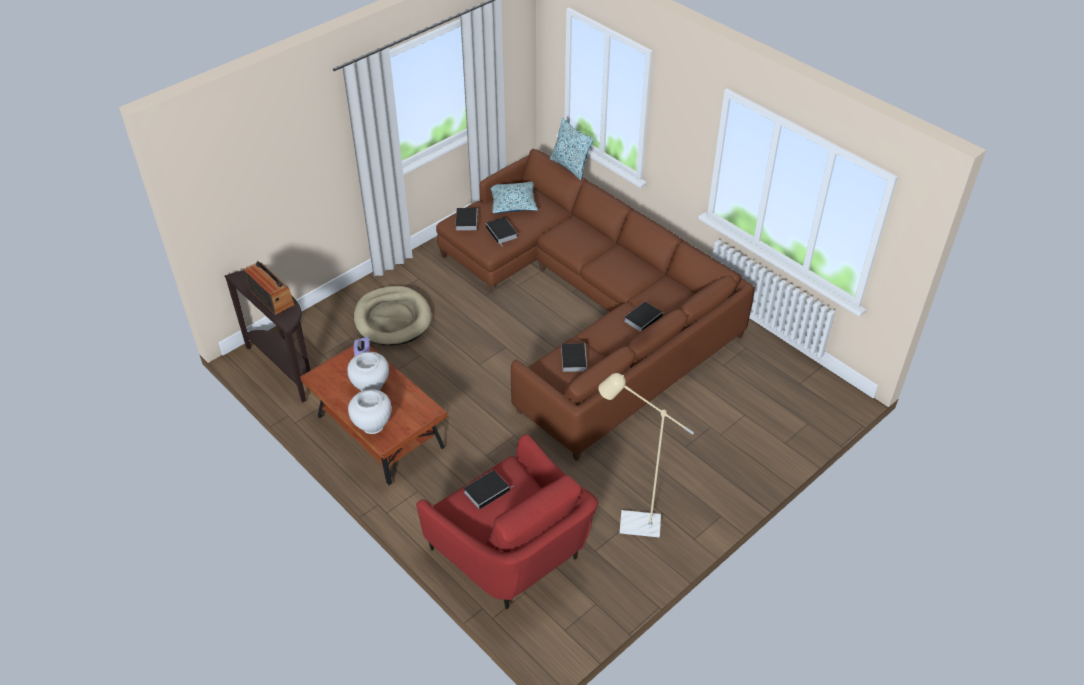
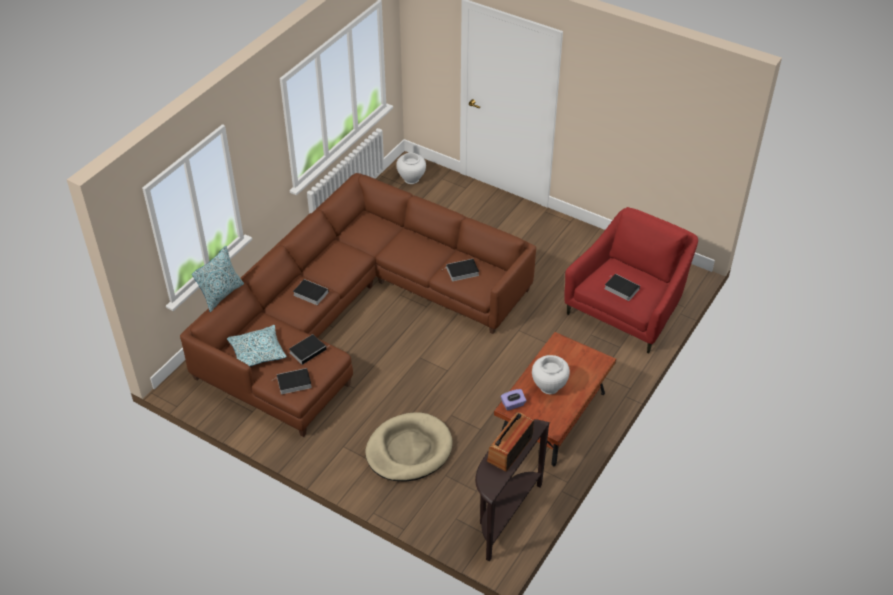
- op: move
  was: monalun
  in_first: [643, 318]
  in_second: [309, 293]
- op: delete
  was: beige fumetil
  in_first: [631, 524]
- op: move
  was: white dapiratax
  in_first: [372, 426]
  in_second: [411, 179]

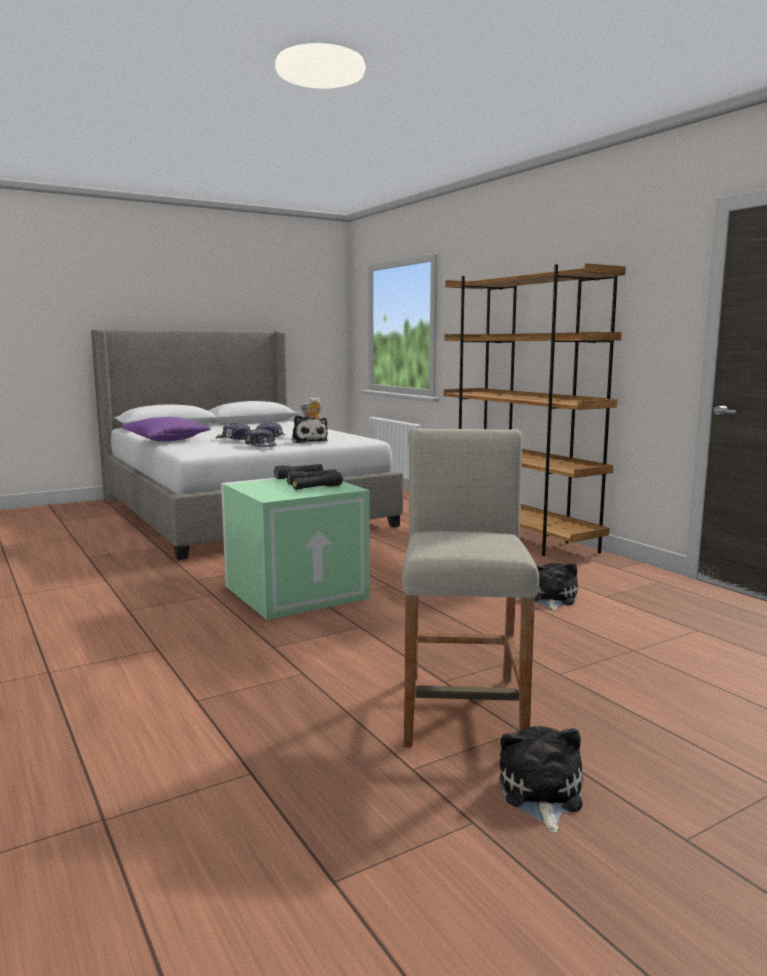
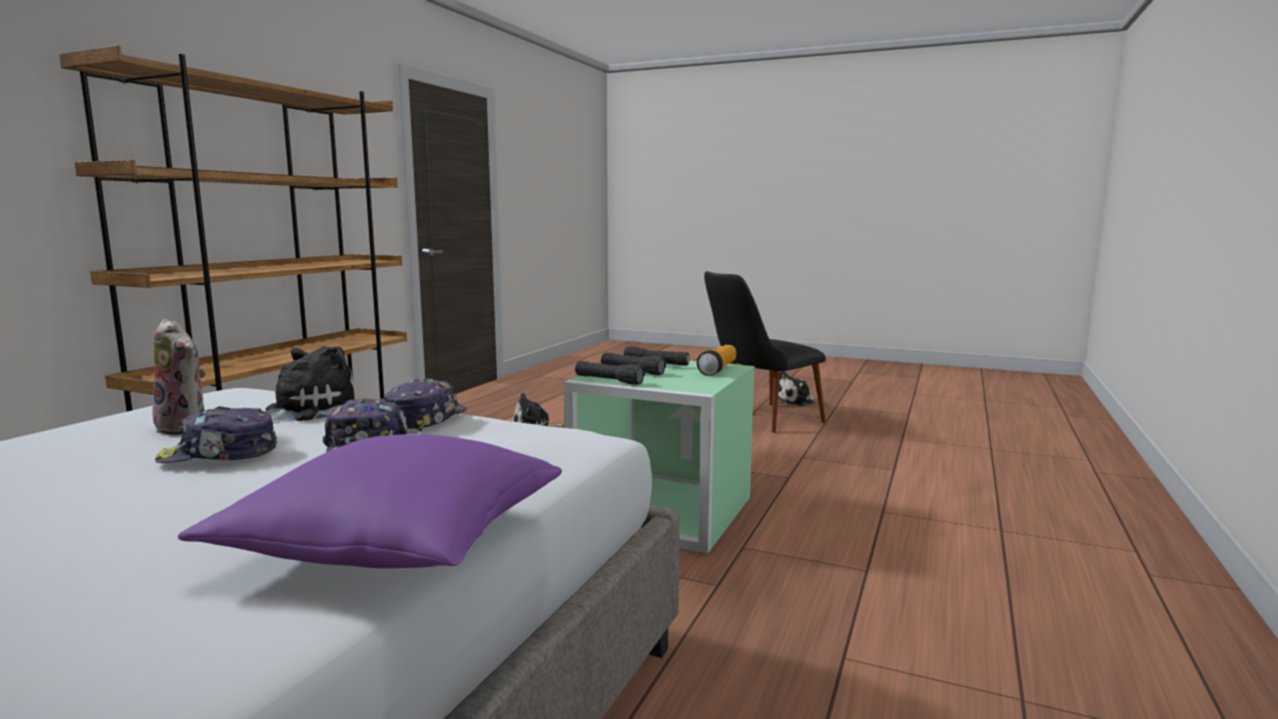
- op: replace
  was: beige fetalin
  now: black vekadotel
  in_first: [463, 710]
  in_second: [758, 420]
- op: insert
  now: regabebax
  in_second: [718, 370]

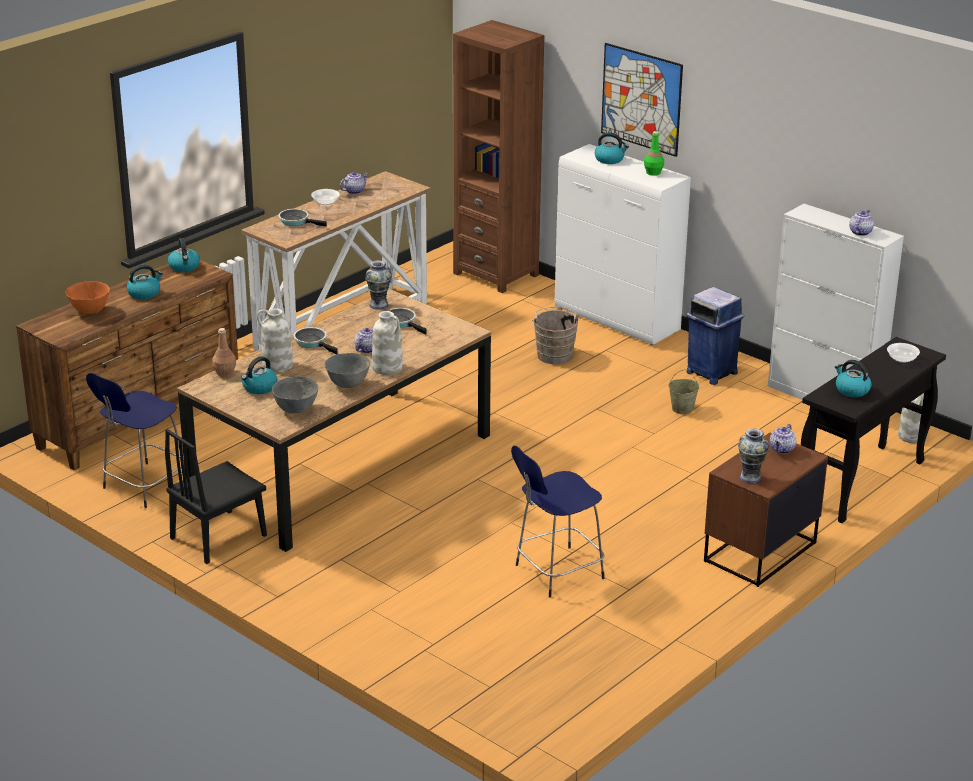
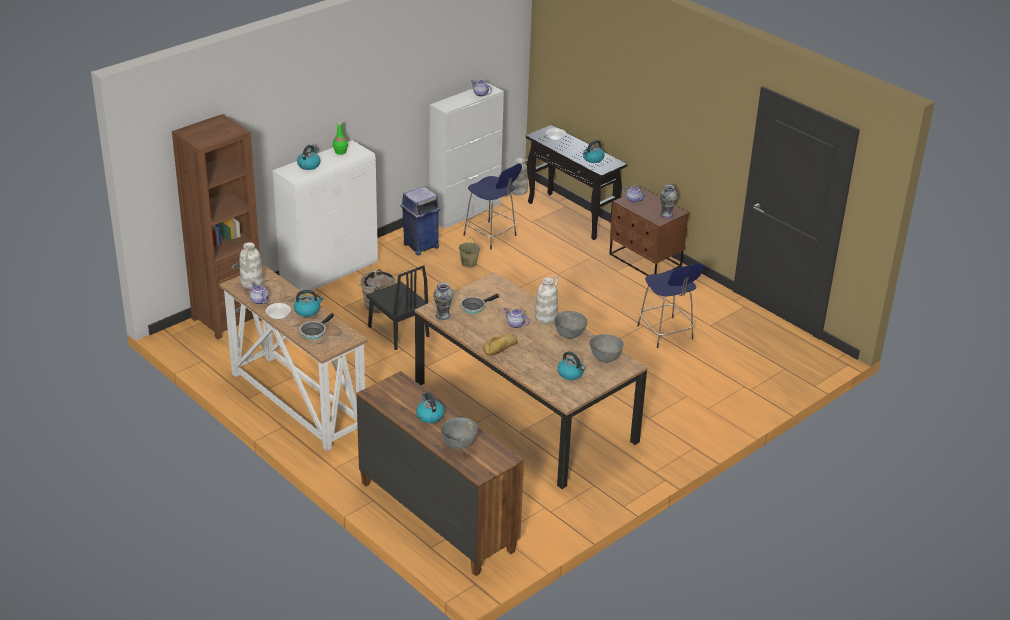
- op: delete
  was: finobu
  in_first: [641, 99]
- op: move
  was: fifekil
  in_first: [184, 267]
  in_second: [307, 311]
- op: recolor
  was: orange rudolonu
  now: grey rudolonu
  in_first: [90, 311]
  in_second: [458, 444]
- op: move
  was: white dapiratax
  in_first: [277, 365]
  in_second: [252, 283]
- op: replace
  was: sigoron
  now: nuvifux
  in_first: [312, 342]
  in_second: [500, 348]
- op: delete
  was: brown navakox
  in_first: [224, 373]
- op: move
  was: blue fetalin
  in_first: [143, 486]
  in_second: [491, 236]
- op: move
  was: black vekadotel
  in_first: [218, 536]
  in_second: [398, 331]

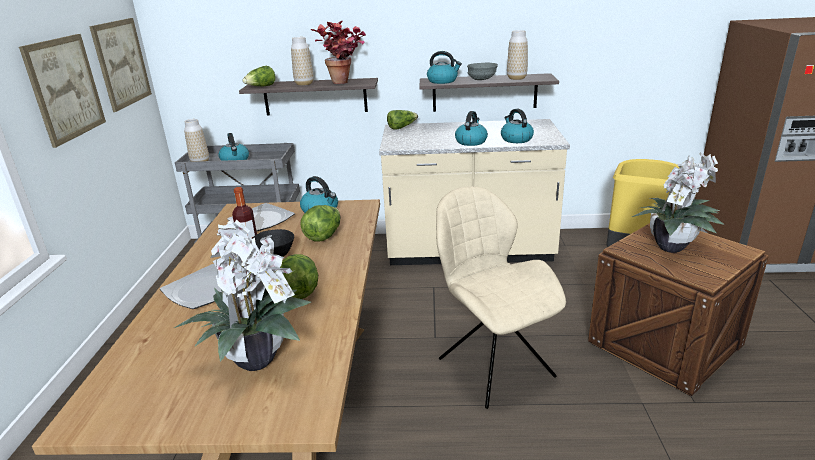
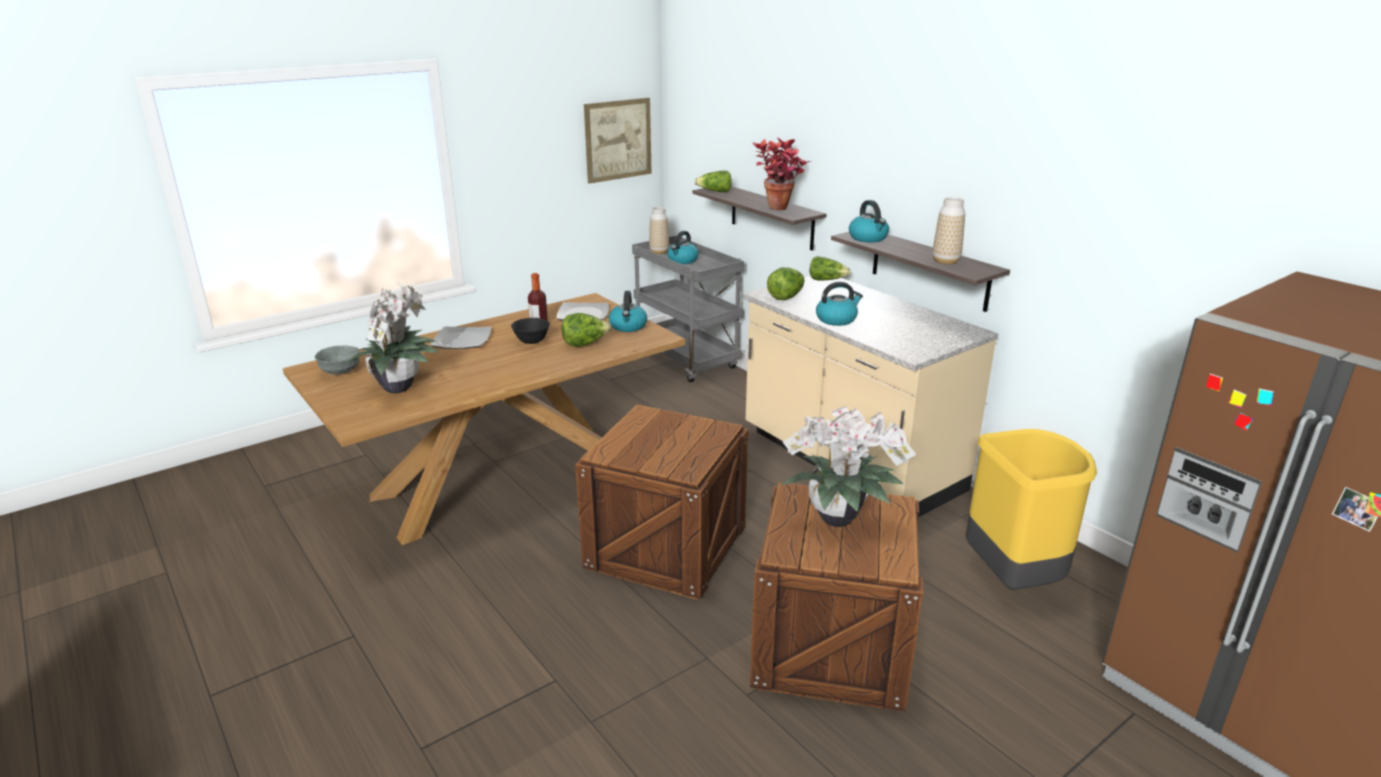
- op: delete
  was: finobu
  in_first: [65, 88]
- op: delete
  was: dapiratax
  in_first: [304, 84]
- op: move
  was: grey rudolonu
  in_first: [481, 79]
  in_second: [340, 371]
- op: delete
  was: fifekil
  in_first: [516, 139]
- op: replace
  was: beige vekadotel
  now: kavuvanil
  in_first: [493, 365]
  in_second: [666, 549]
- op: move
  was: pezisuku
  in_first: [299, 291]
  in_second: [786, 297]

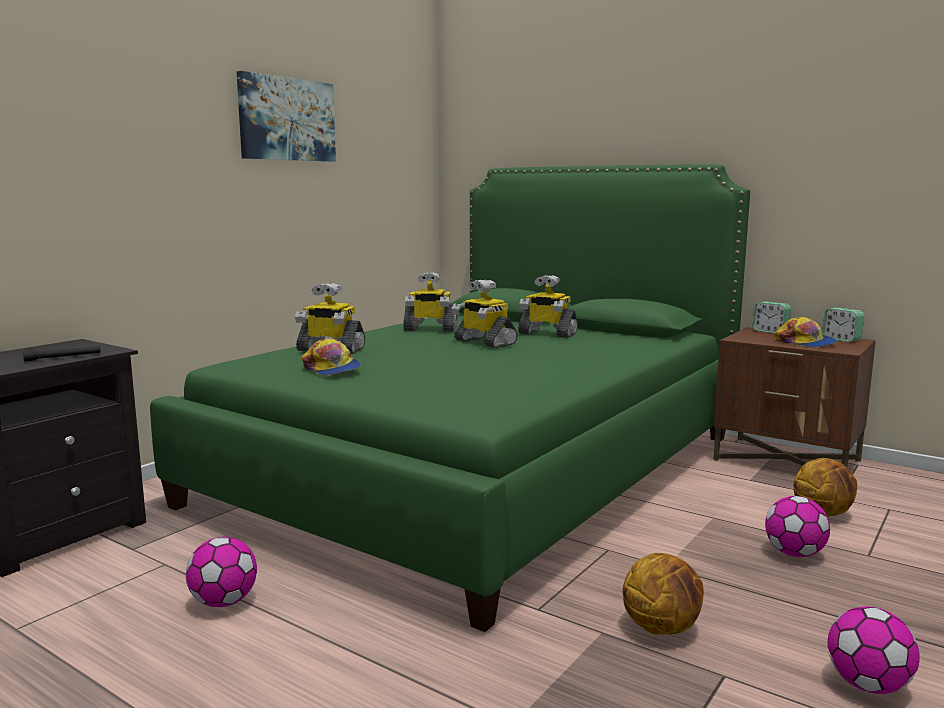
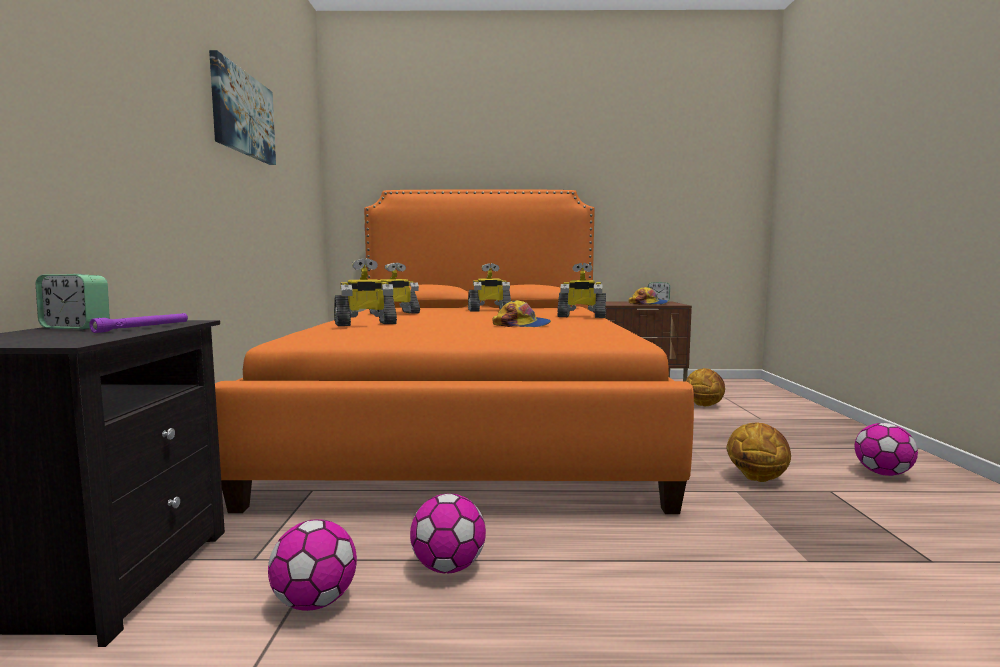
- op: recolor
  was: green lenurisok
  now: orange lenurisok
  in_first: [480, 468]
  in_second: [470, 422]
- op: move
  was: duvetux
  in_first: [484, 342]
  in_second: [581, 316]
- op: move
  was: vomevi
  in_first: [770, 331]
  in_second: [76, 327]
- op: move
  was: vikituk
  in_first: [332, 369]
  in_second: [522, 325]
- op: recolor
  was: black regabebax
  now: purple regabebax
  in_first: [63, 358]
  in_second: [143, 328]
- op: move
  was: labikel
  in_first: [794, 554]
  in_second: [315, 602]

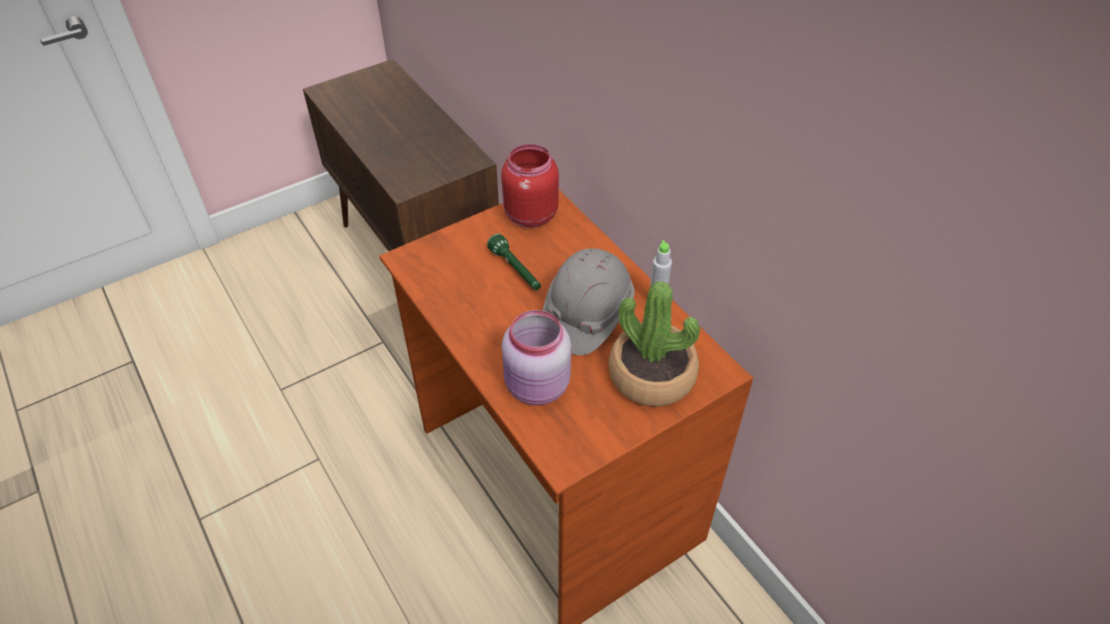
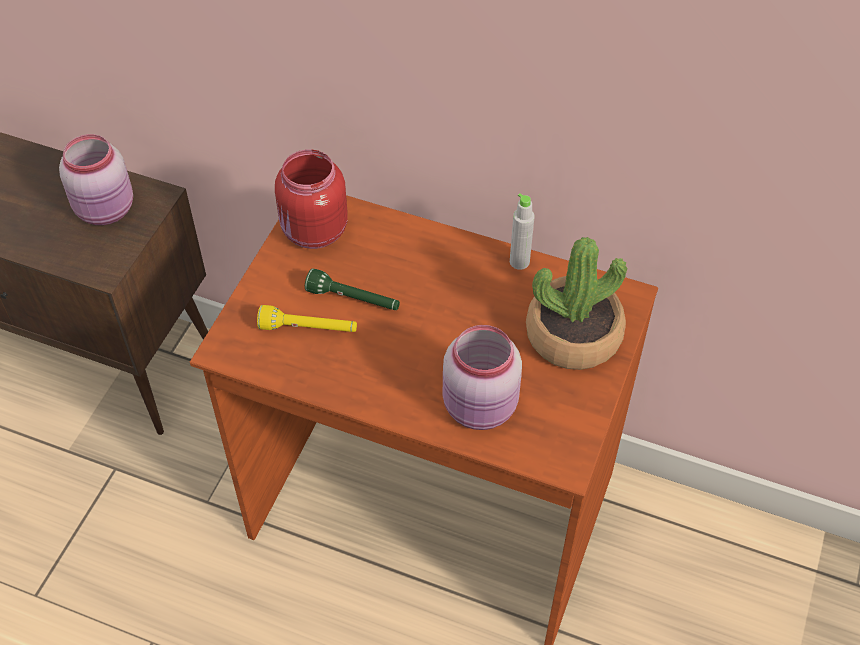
- op: delete
  was: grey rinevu
  in_first: [586, 315]
- op: insert
  now: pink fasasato
  in_second: [107, 210]
- op: insert
  now: yellow regabebax
  in_second: [308, 329]

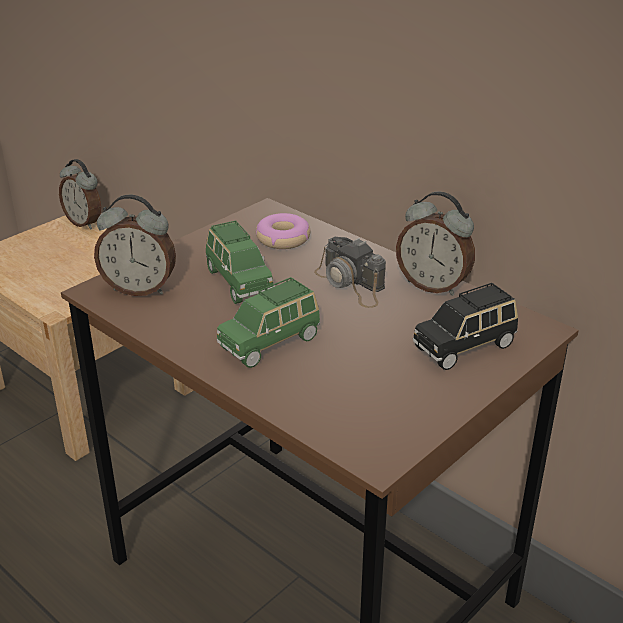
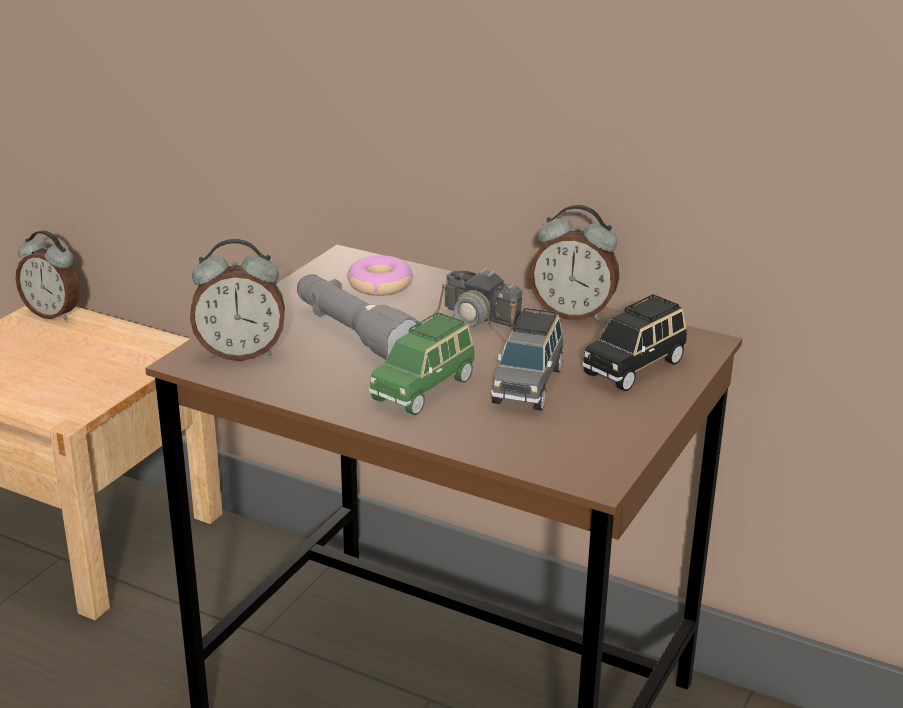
- op: replace
  was: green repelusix
  now: grey regabebax
  in_first: [239, 282]
  in_second: [353, 333]
- op: insert
  now: grey repelusix
  in_second: [528, 384]

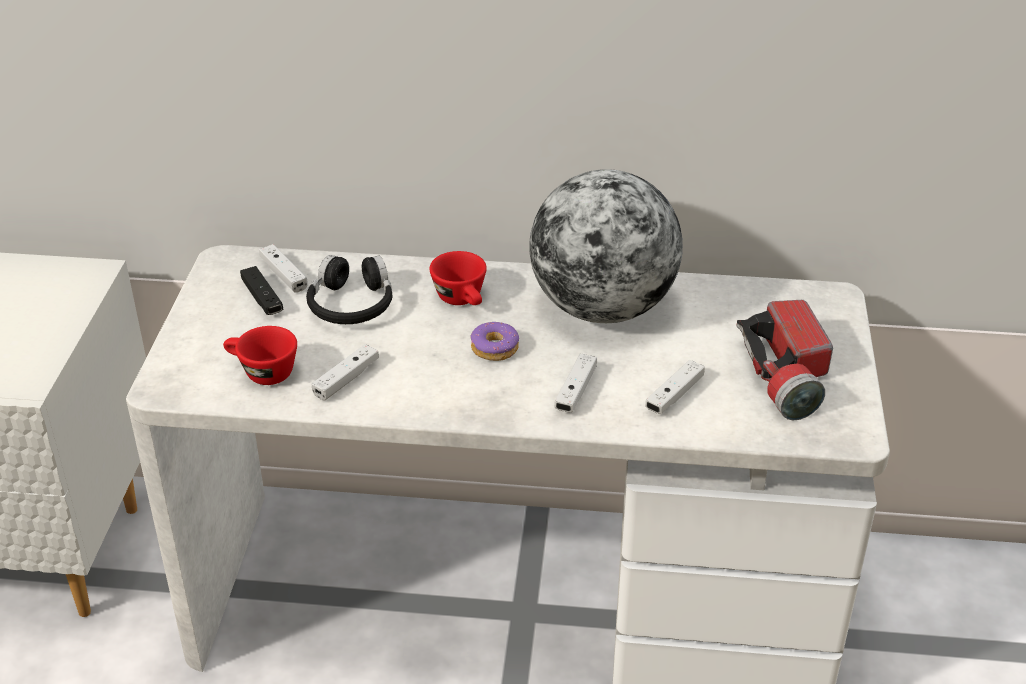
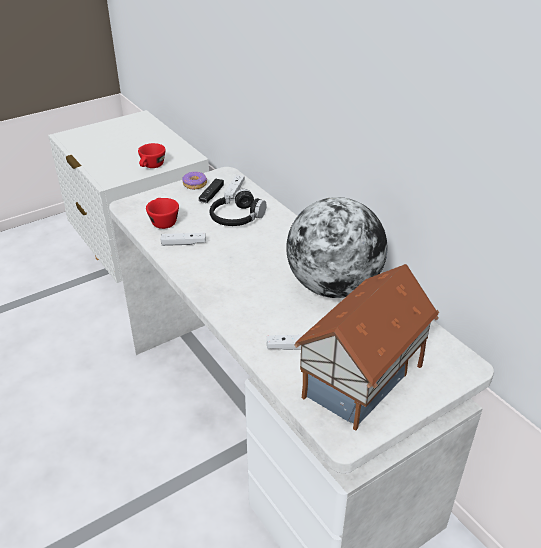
- op: move
  was: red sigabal
  in_first: [463, 300]
  in_second: [151, 166]
- op: replace
  was: regabebax
  now: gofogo
  in_first: [786, 376]
  in_second: [364, 382]
- op: move
  was: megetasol
  in_first: [495, 348]
  in_second: [195, 184]
- op: delete
  was: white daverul
  in_first: [575, 391]

